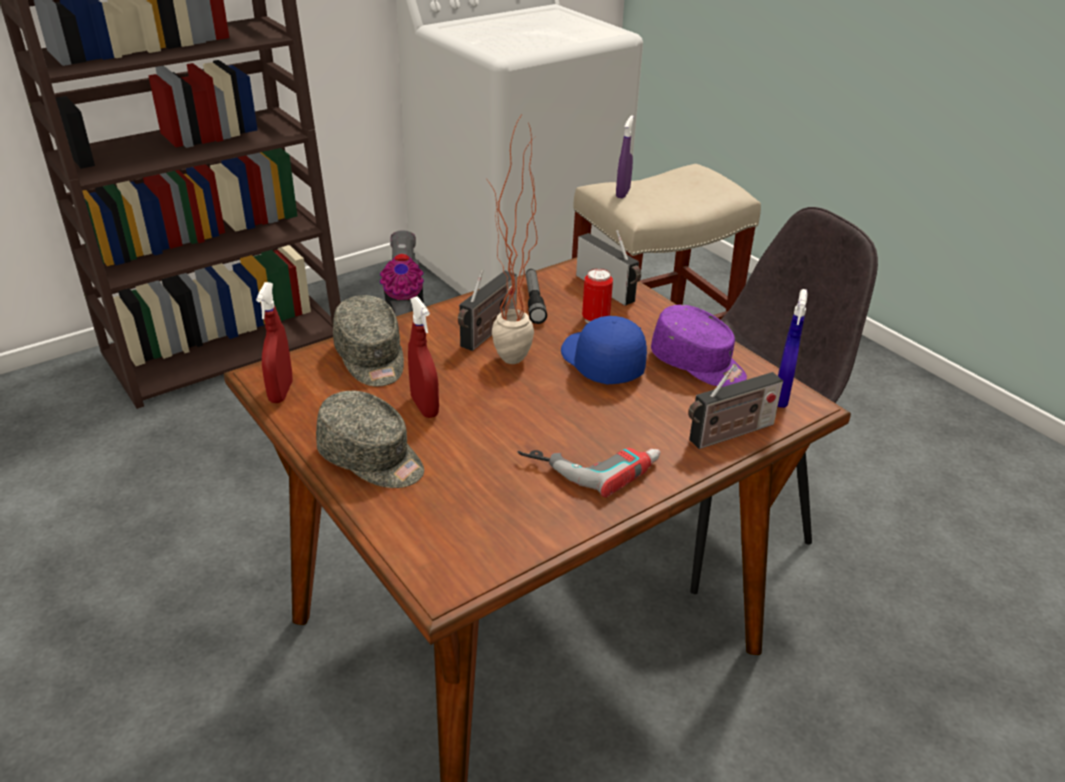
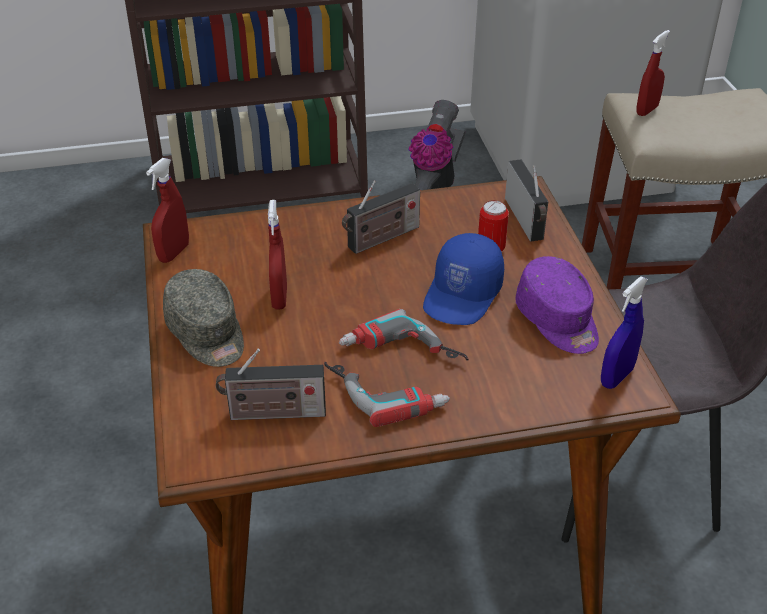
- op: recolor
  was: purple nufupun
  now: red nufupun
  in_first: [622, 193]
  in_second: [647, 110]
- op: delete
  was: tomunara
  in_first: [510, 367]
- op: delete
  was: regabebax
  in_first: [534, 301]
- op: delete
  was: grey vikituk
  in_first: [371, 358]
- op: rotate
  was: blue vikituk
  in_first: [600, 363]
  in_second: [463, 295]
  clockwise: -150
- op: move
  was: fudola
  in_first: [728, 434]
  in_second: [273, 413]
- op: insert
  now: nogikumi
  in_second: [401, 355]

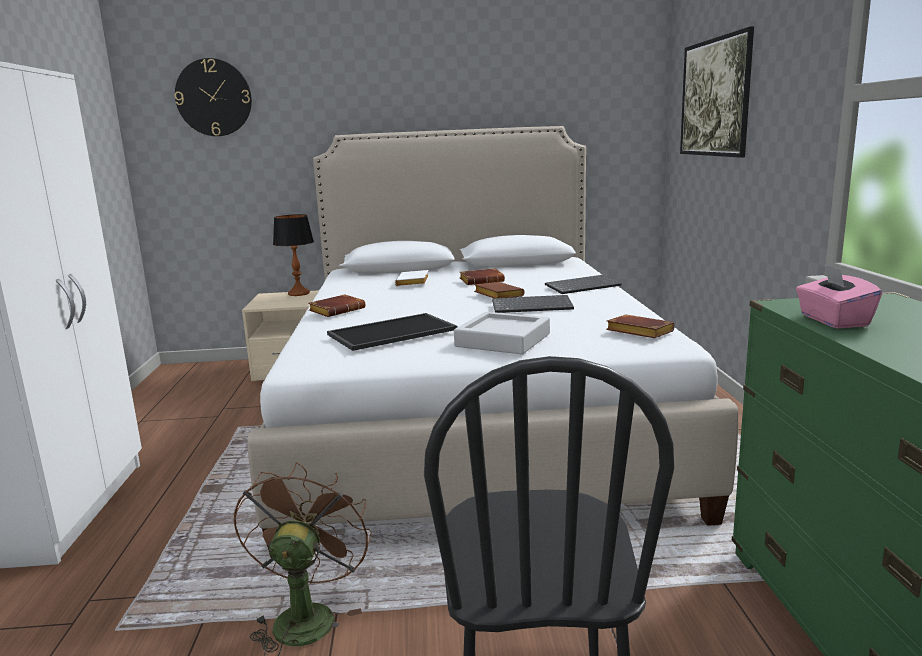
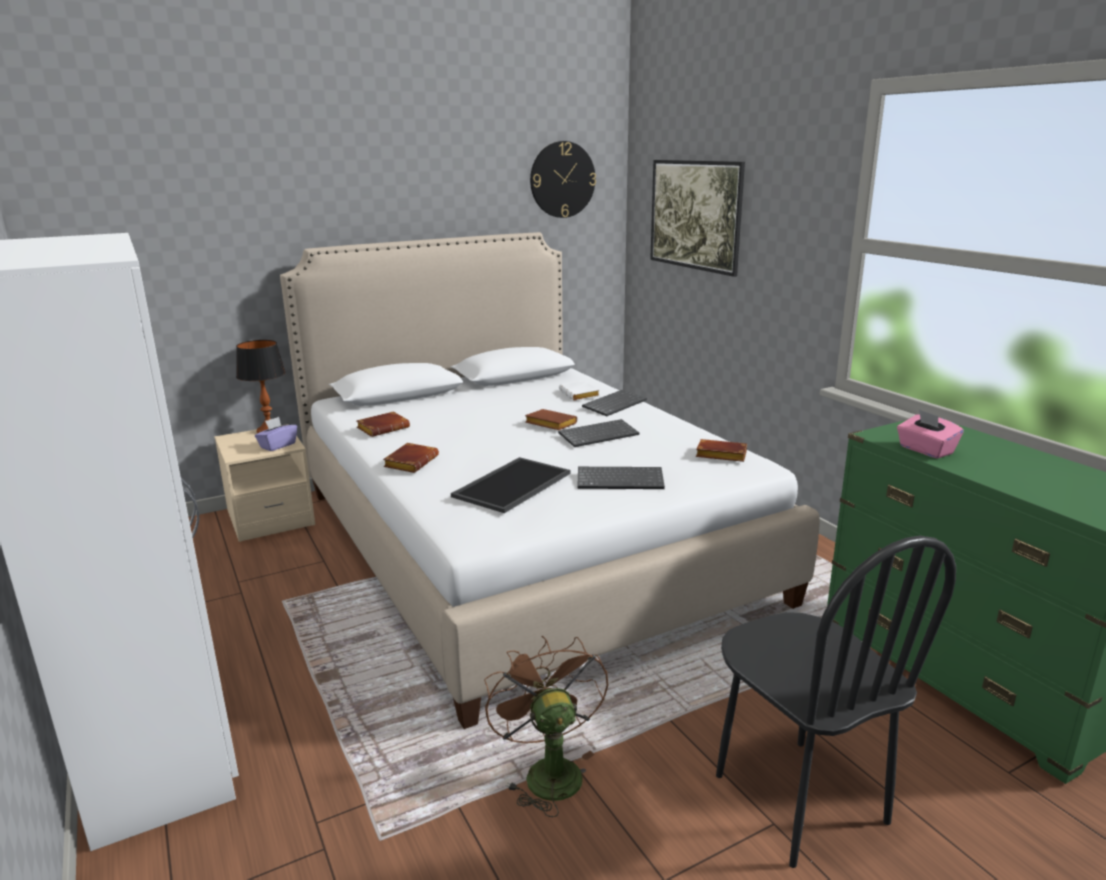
- op: move
  was: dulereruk
  in_first: [214, 97]
  in_second: [562, 179]
- op: move
  was: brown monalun
  in_first: [482, 281]
  in_second: [384, 428]
- op: move
  was: white monalun
  in_first: [414, 283]
  in_second: [581, 394]
- op: replace
  was: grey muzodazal
  now: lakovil
  in_first: [503, 340]
  in_second: [621, 480]
- op: insert
  now: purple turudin
  in_second: [277, 445]

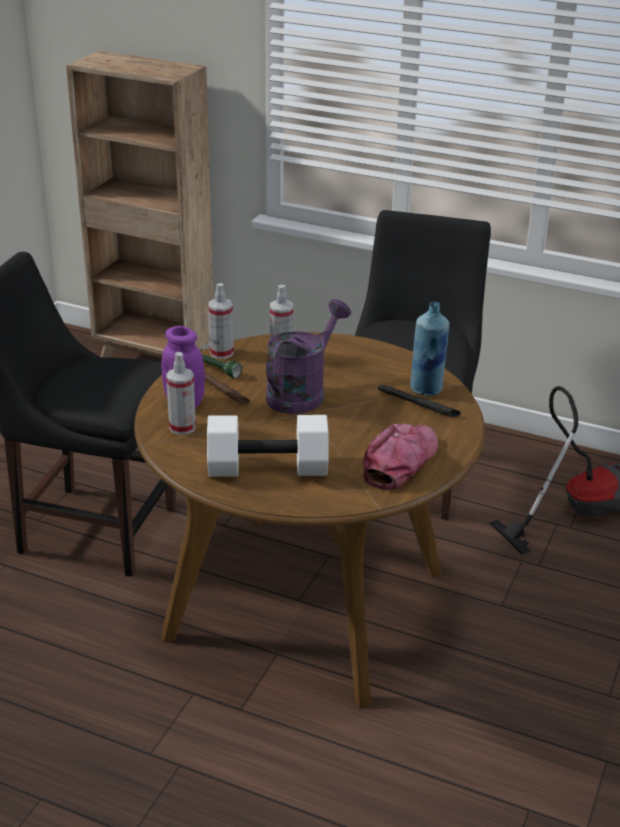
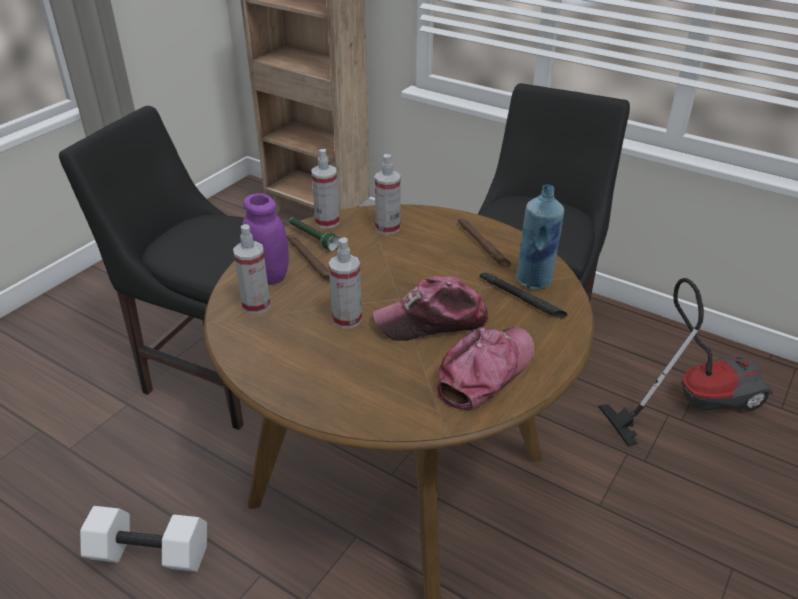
- op: delete
  was: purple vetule
  in_first: [301, 392]
- op: move
  was: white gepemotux
  in_first: [269, 466]
  in_second: [151, 552]
- op: insert
  now: brown regabebax
  in_second: [482, 245]
- op: insert
  now: nufupun
  in_second: [347, 319]
- op: insert
  now: vikituk
  in_second: [432, 321]

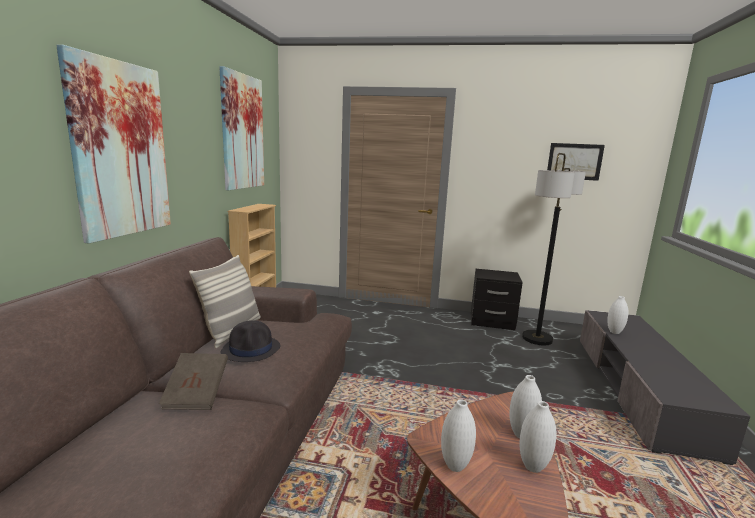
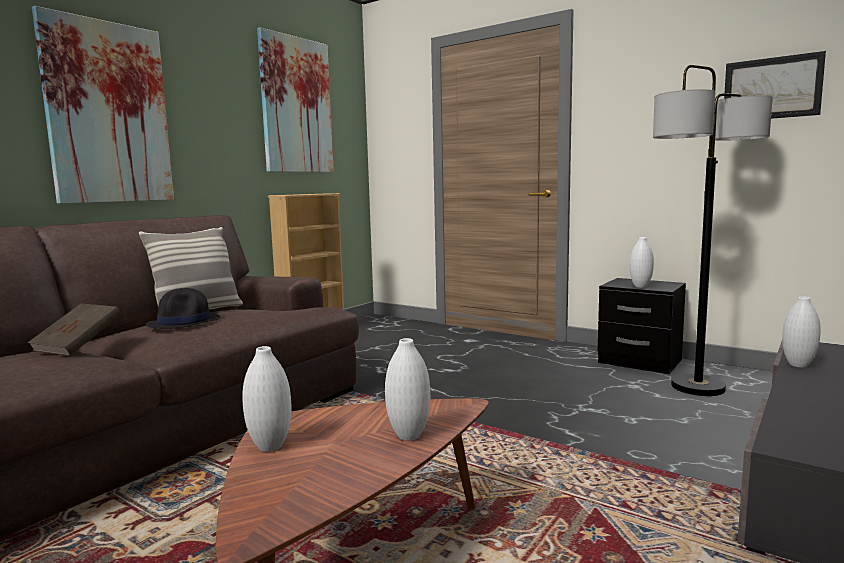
- op: move
  was: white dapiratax
  in_first: [533, 467]
  in_second: [640, 286]

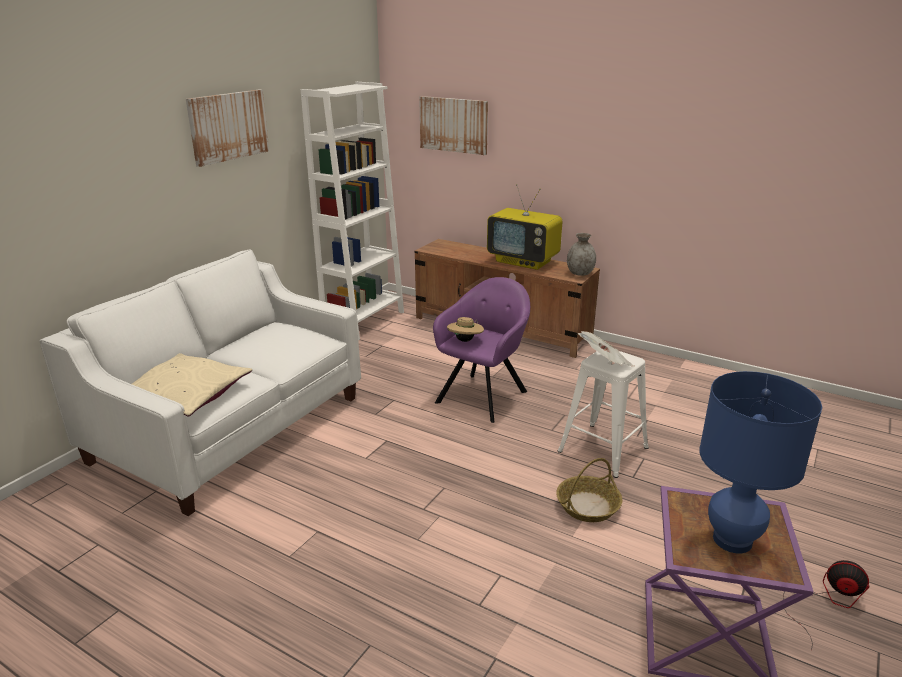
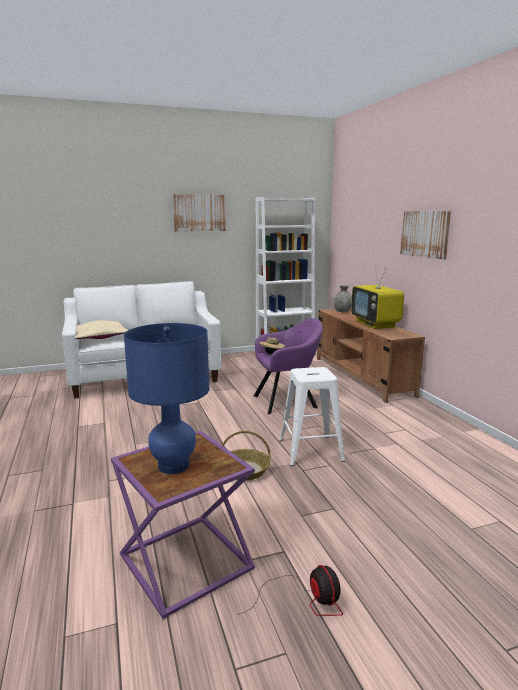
- op: move
  was: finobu
  in_first: [454, 125]
  in_second: [425, 234]
- op: move
  was: grey dapiratax
  in_first: [580, 273]
  in_second: [342, 311]
- op: delete
  was: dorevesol
  in_first: [604, 363]

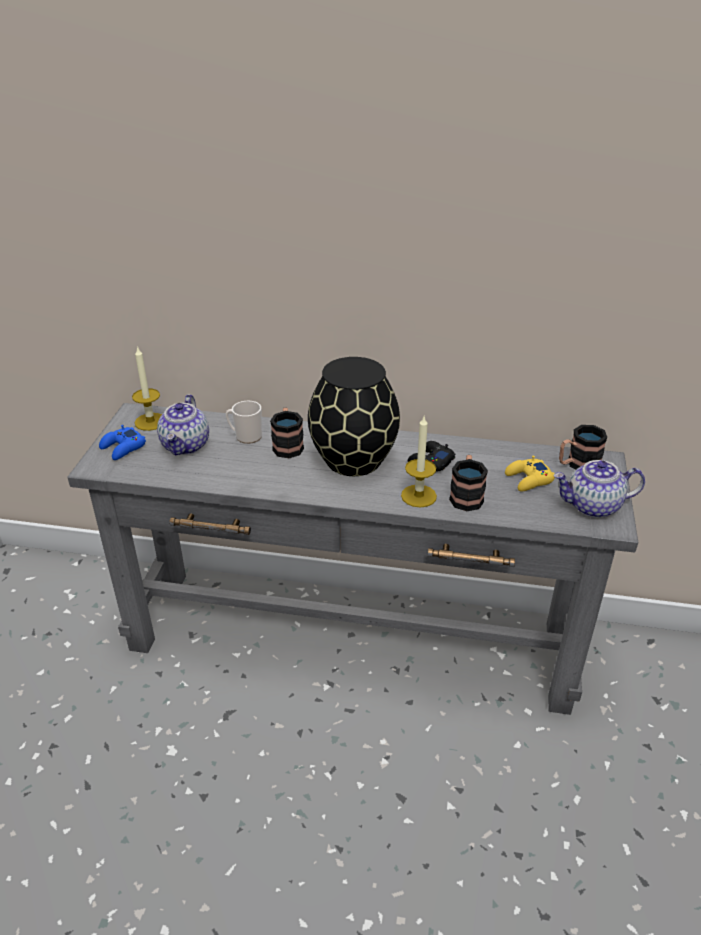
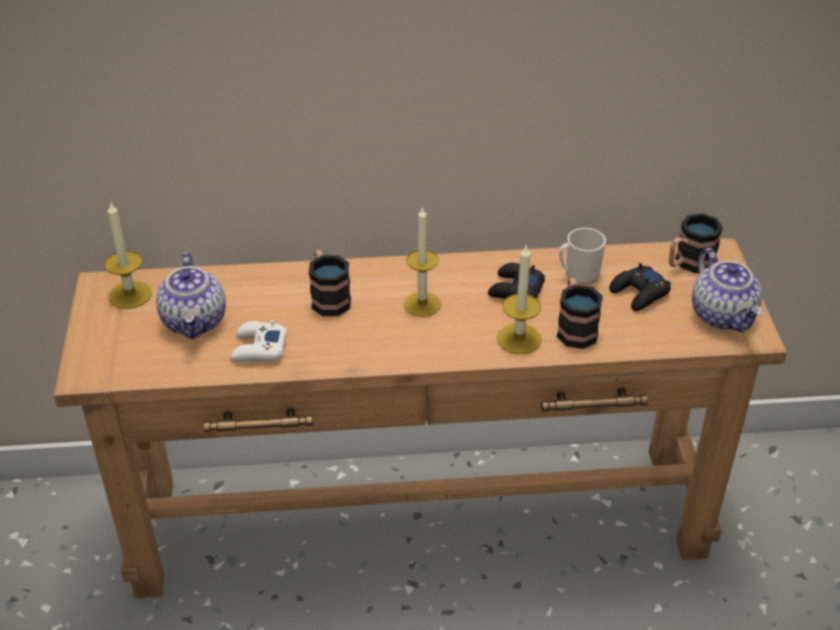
- op: replace
  was: black dapiratax
  now: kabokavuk
  in_first: [355, 460]
  in_second: [422, 304]
- op: move
  was: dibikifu
  in_first: [245, 436]
  in_second: [578, 274]
- op: recolor
  was: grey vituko
  now: brown vituko
  in_first: [351, 638]
  in_second: [419, 520]
- op: delete
  was: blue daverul
  in_first: [123, 448]
- op: recolor
  was: yellow daverul
  now: black daverul
  in_first: [528, 479]
  in_second: [639, 293]
- op: rotate
  was: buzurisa
  in_first: [593, 506]
  in_second: [723, 315]
  clockwise: -90
- op: insert
  now: white daverul
  in_second: [258, 349]

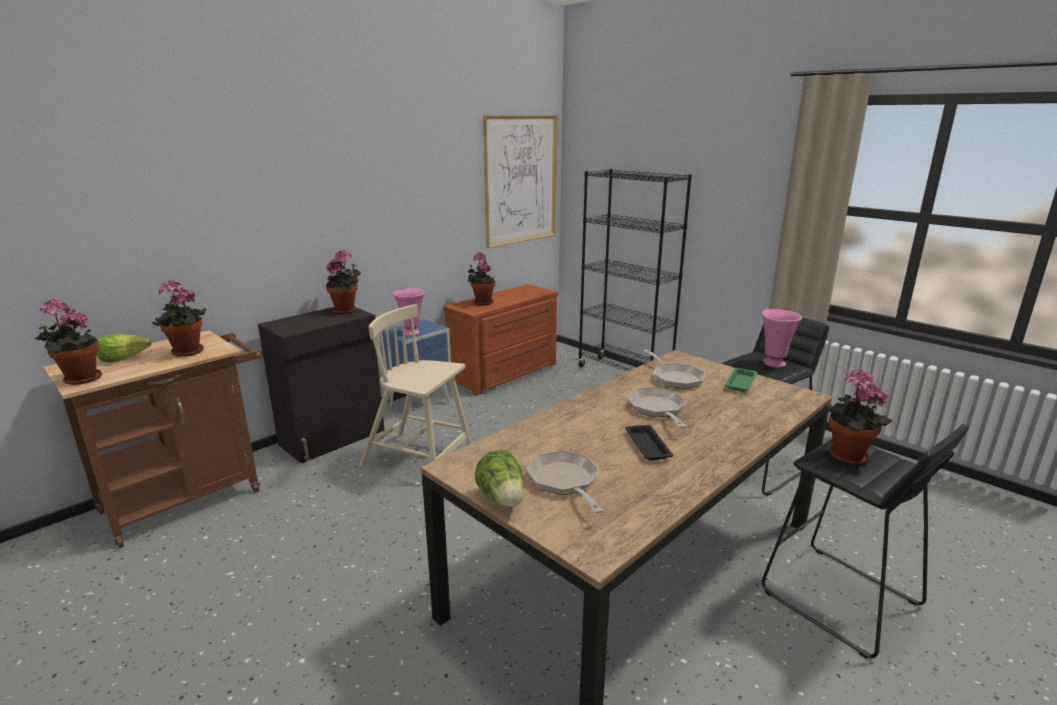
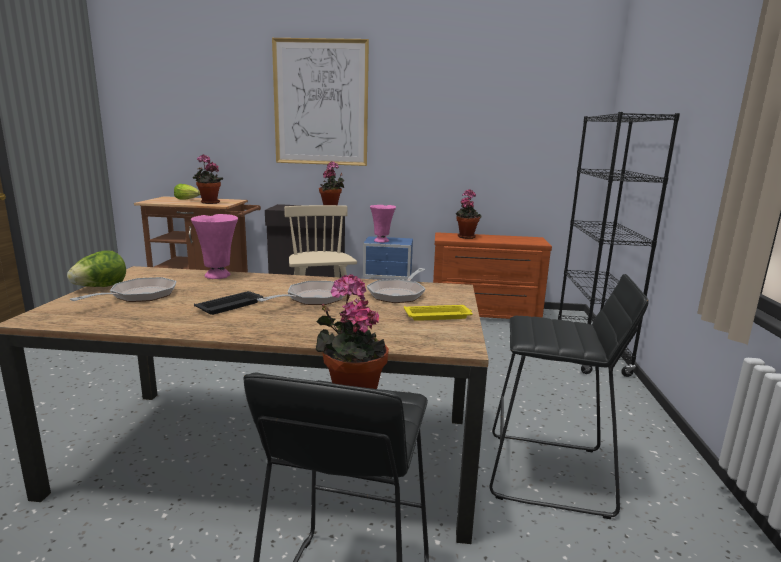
- op: move
  was: finobu
  in_first: [521, 180]
  in_second: [321, 103]
- op: delete
  was: tomunara
  in_first: [79, 380]
- op: move
  was: pink dapiratax
  in_first: [773, 363]
  in_second: [219, 276]
- op: recolor
  was: green muzodazal
  now: yellow muzodazal
  in_first: [741, 382]
  in_second: [438, 316]

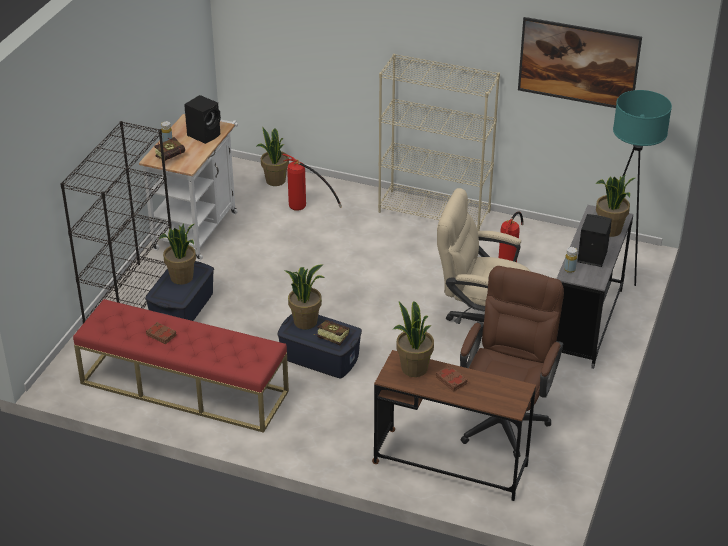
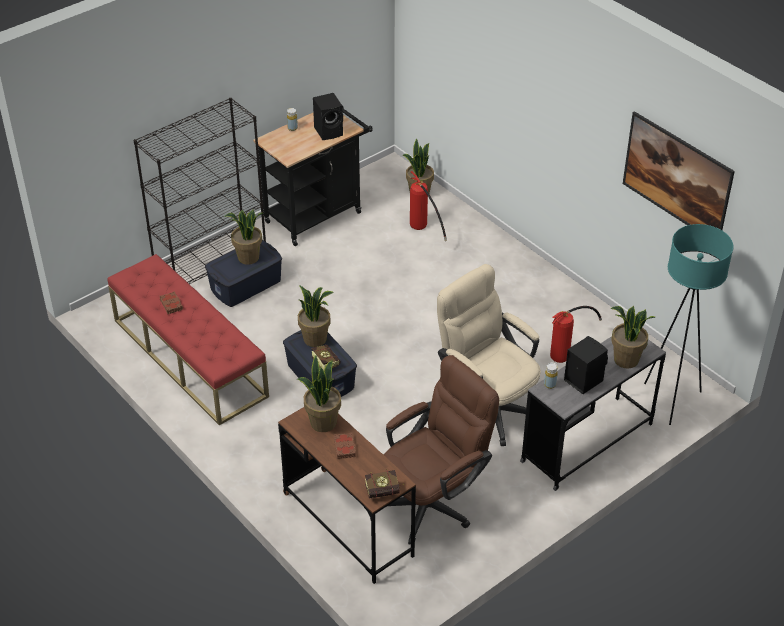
- op: delete
  was: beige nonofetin
  in_first: [435, 212]
- op: recolor
  was: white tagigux
  now: black tagigux
  in_first: [198, 227]
  in_second: [317, 214]
- op: move
  was: monalun
  in_first: [173, 156]
  in_second: [386, 491]

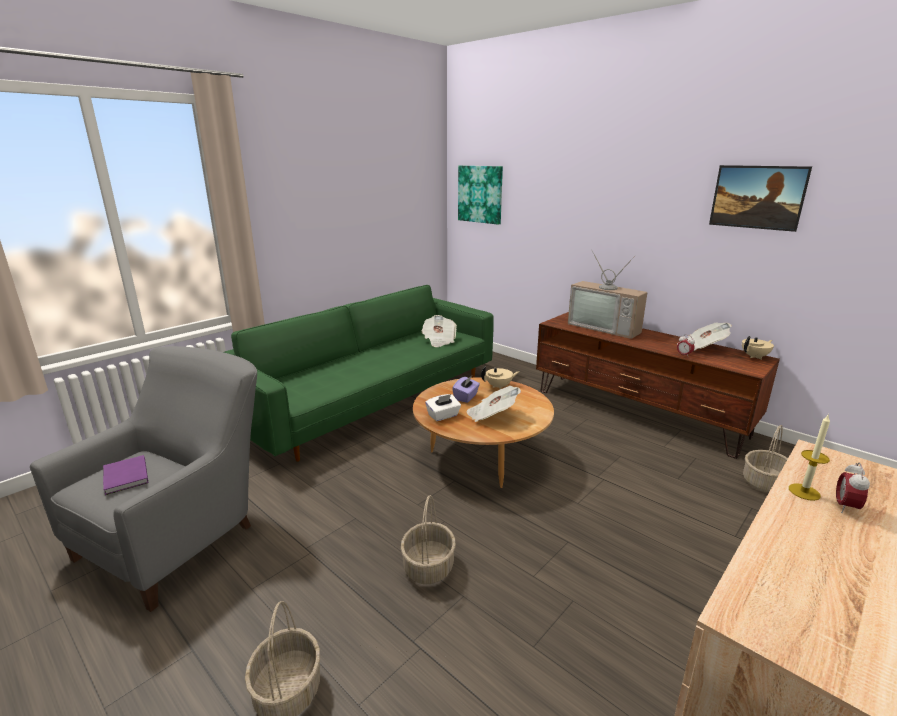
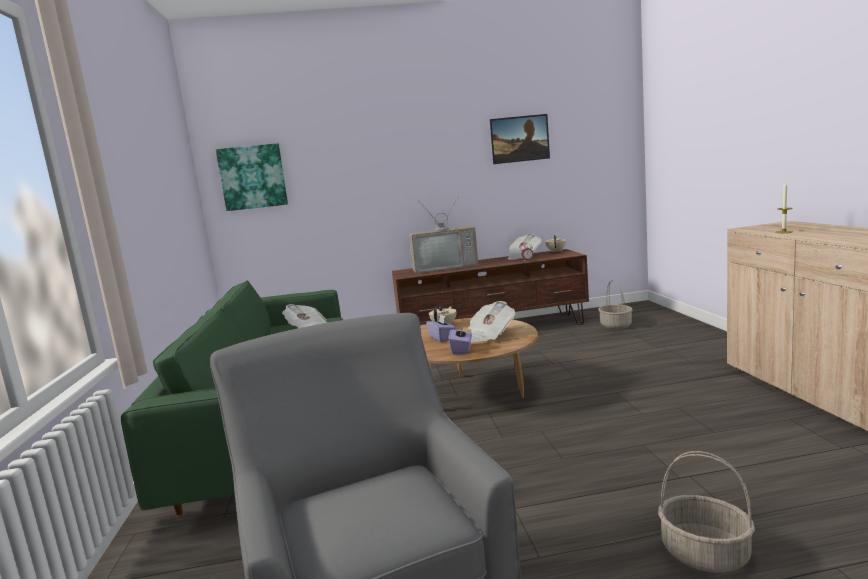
- op: recolor
  was: white turudin
  now: purple turudin
  in_first: [443, 416]
  in_second: [461, 350]
- op: delete
  was: purple monalun
  in_first: [125, 477]
- op: delete
  was: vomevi
  in_first: [845, 507]
- op: delete
  was: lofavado
  in_first: [429, 567]

